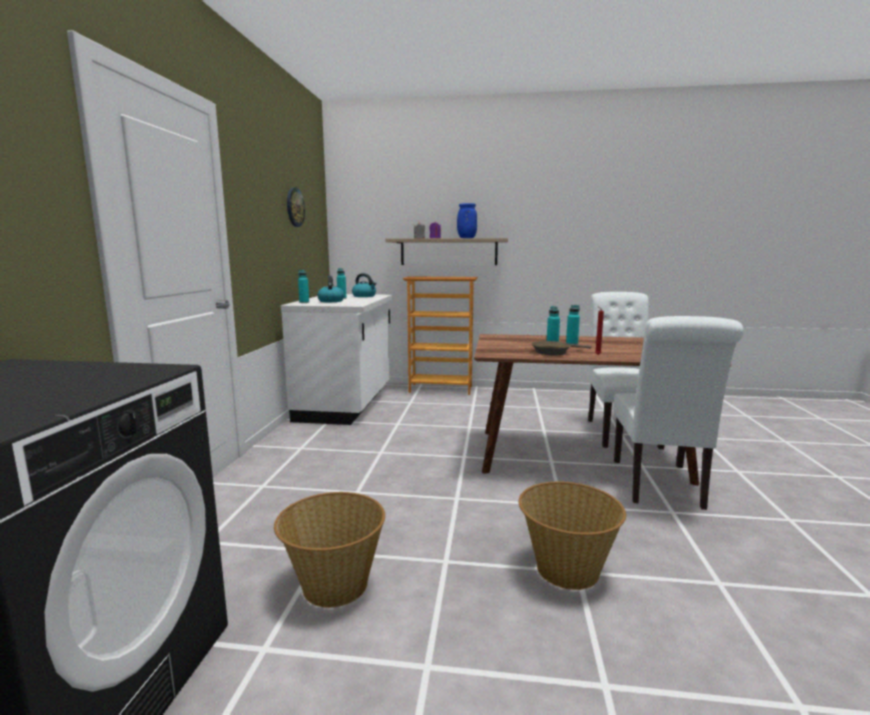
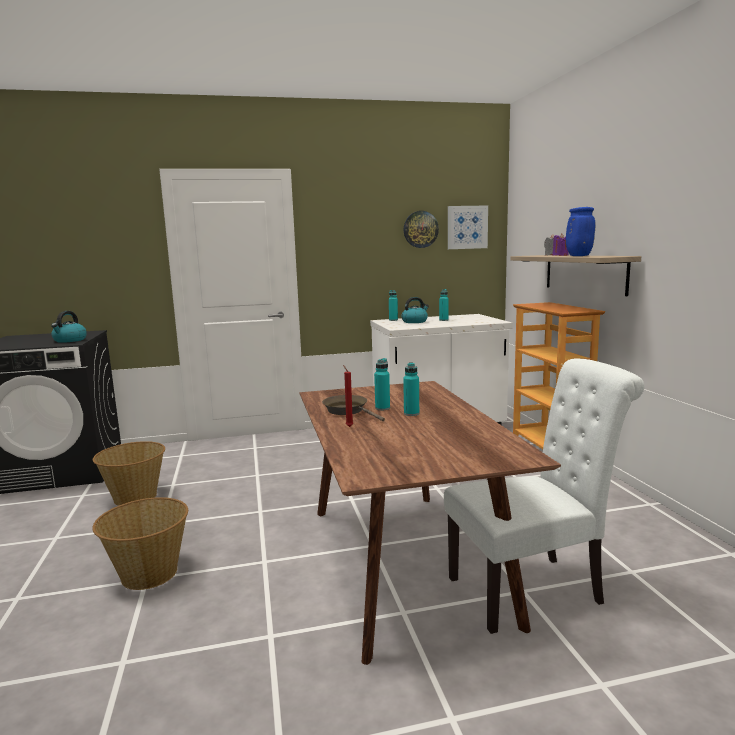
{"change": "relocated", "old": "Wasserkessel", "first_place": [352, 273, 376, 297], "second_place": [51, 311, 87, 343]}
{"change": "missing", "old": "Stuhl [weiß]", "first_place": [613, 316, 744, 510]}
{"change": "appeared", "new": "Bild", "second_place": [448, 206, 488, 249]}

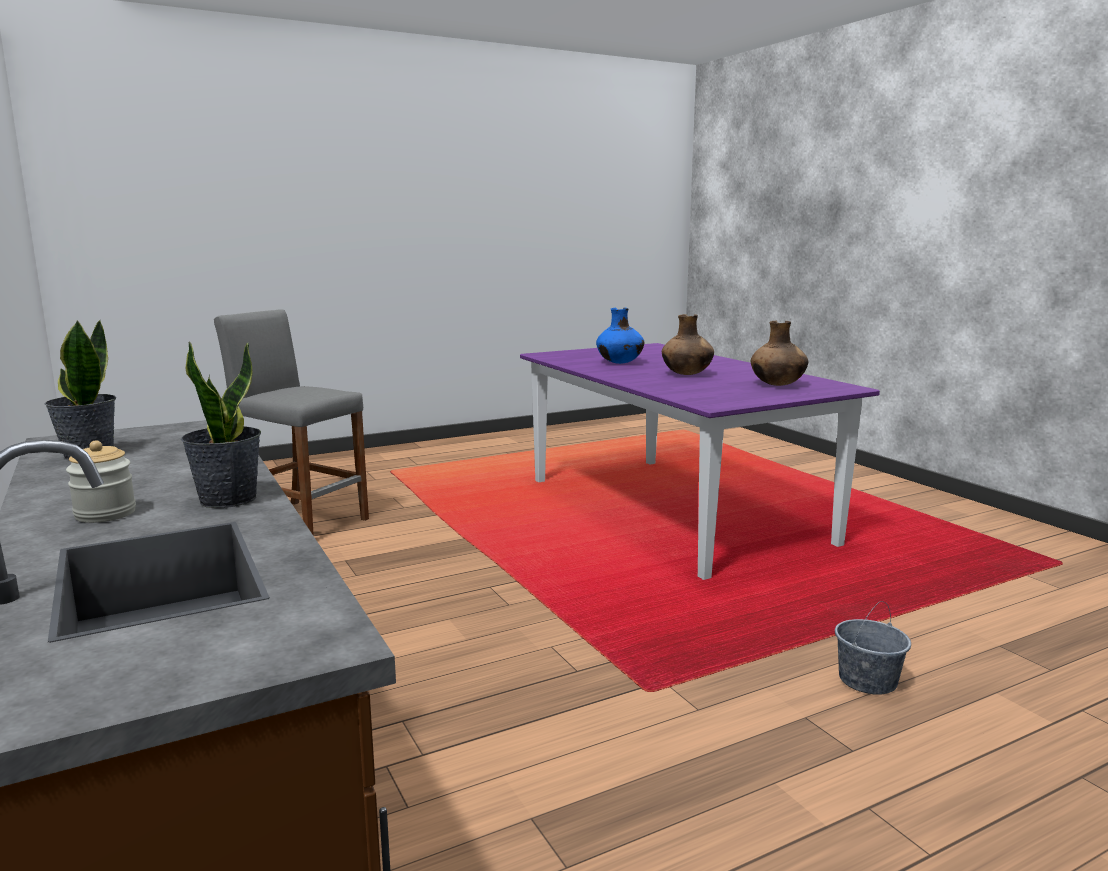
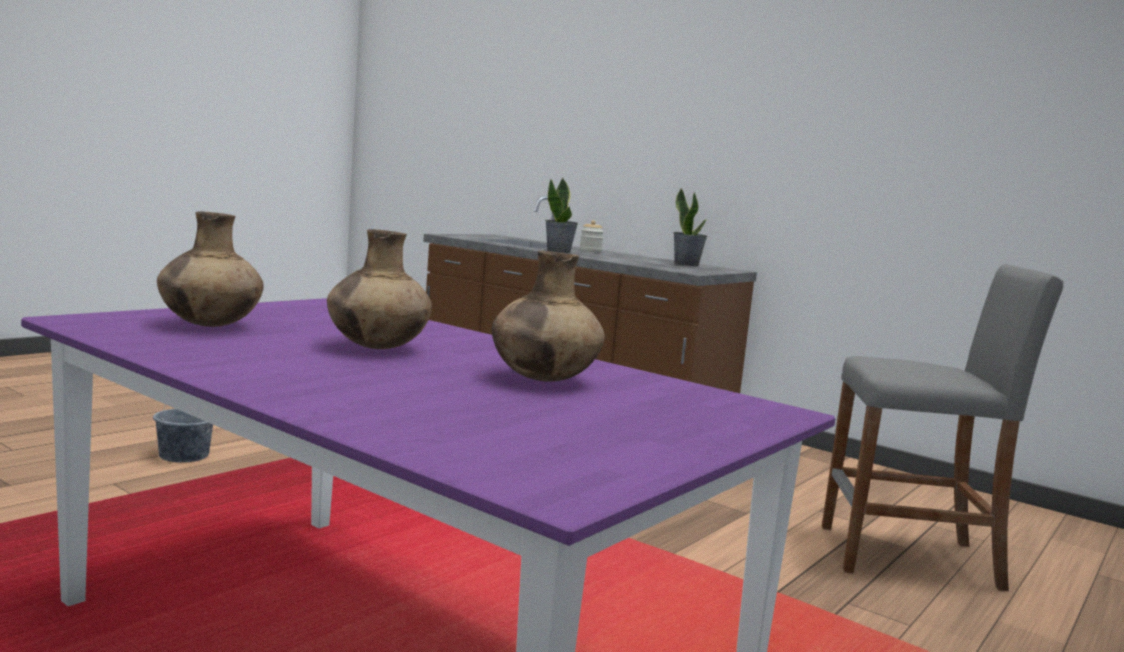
{"change": "colour", "old": "Vase [blau]", "new": "Vase [braun]", "first_place": [596, 307, 644, 364], "second_place": [492, 251, 605, 382]}

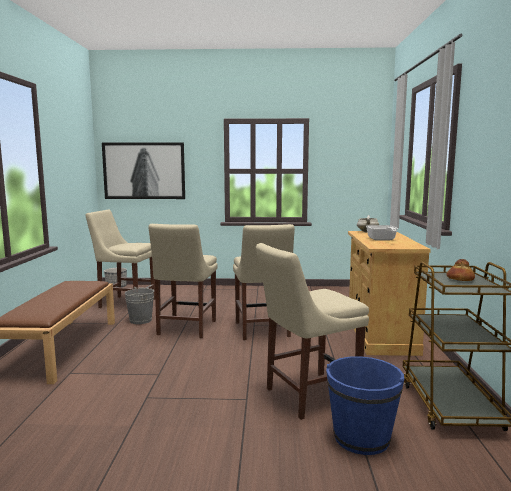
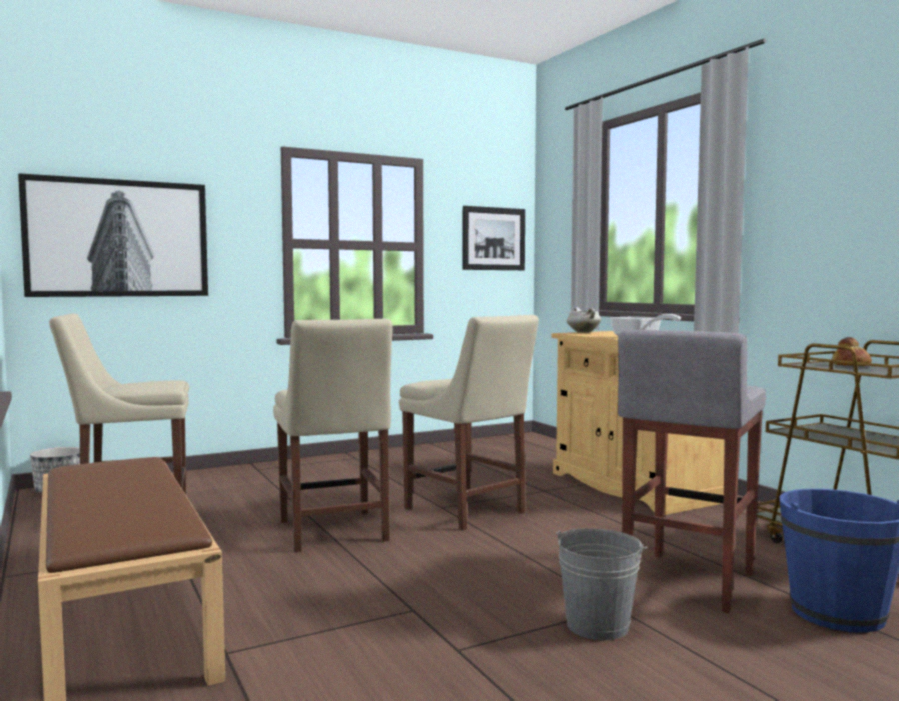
{"change": "exchanged", "old": "Stuhl [beige]", "new": "Hocker [grau]", "first_place": [256, 243, 369, 420], "second_place": [618, 330, 766, 613]}
{"change": "relocated", "old": "Eimer [grau]", "first_place": [125, 287, 154, 324], "second_place": [556, 528, 648, 640]}
{"change": "appeared", "new": "Bild", "second_place": [463, 206, 525, 270]}

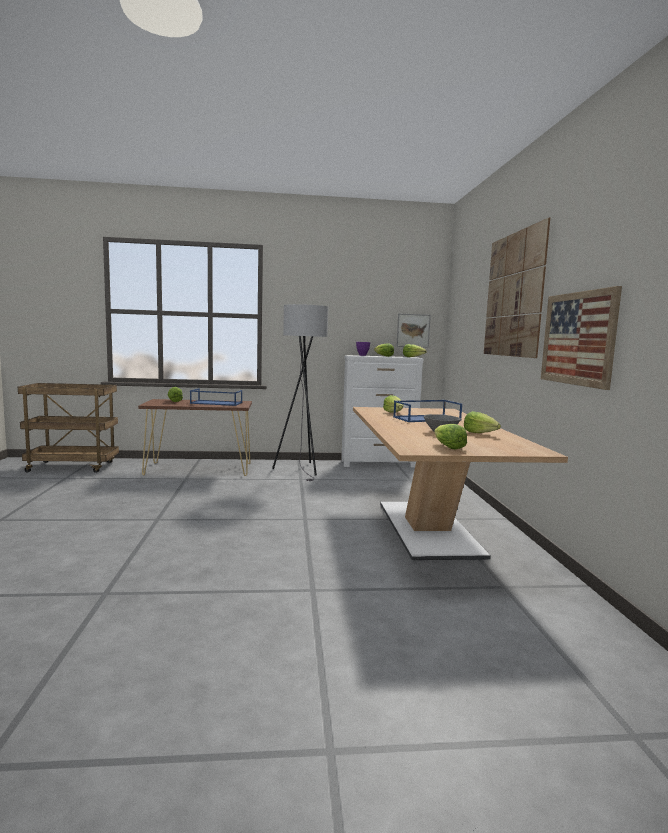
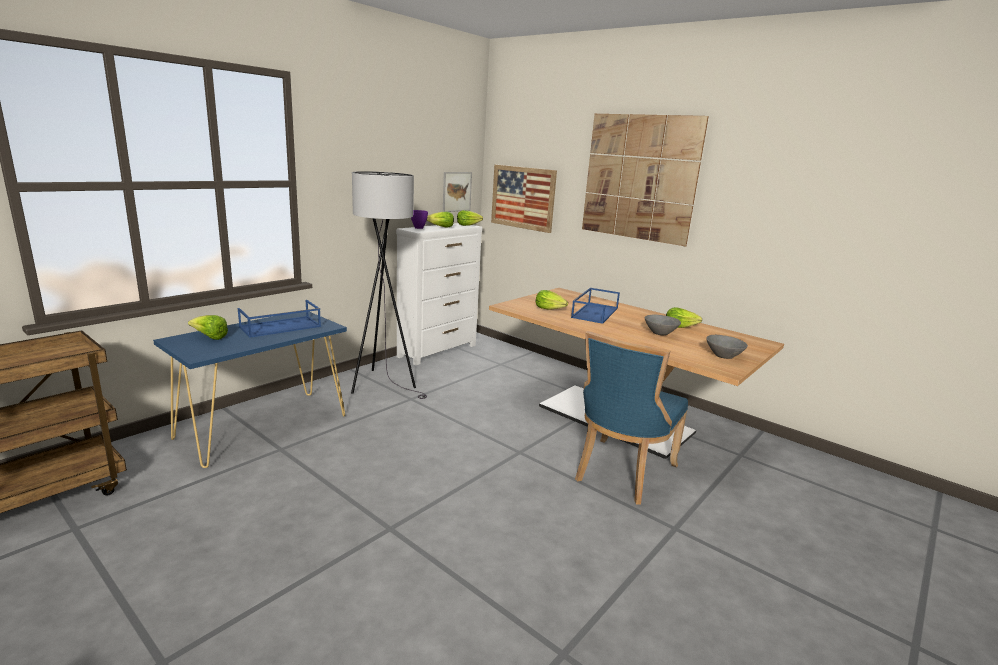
{"change": "relocated", "old": "Bild", "first_place": [541, 286, 622, 390], "second_place": [491, 165, 557, 233]}
{"change": "colour", "old": "Konsolentisch [braun]", "new": "Konsolentisch [blau]", "first_place": [138, 399, 252, 476], "second_place": [153, 312, 347, 468]}
{"change": "exchanged", "old": "Salatkopf", "new": "Schüssel [grau]", "first_place": [434, 424, 467, 449], "second_place": [706, 335, 748, 359]}
{"change": "appeared", "new": "Stuhl [blau]", "second_place": [575, 331, 688, 504]}

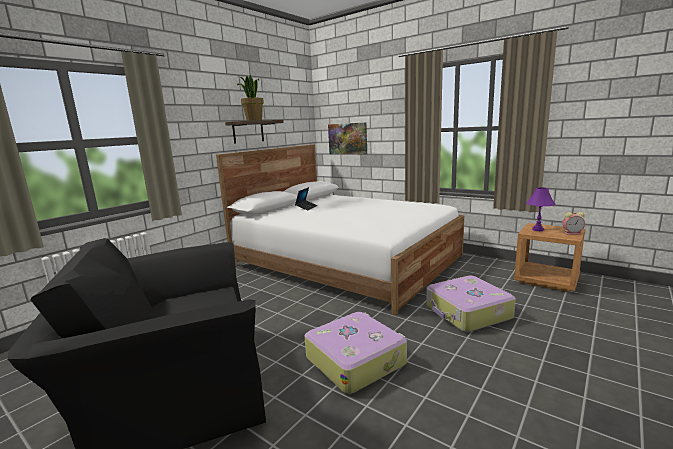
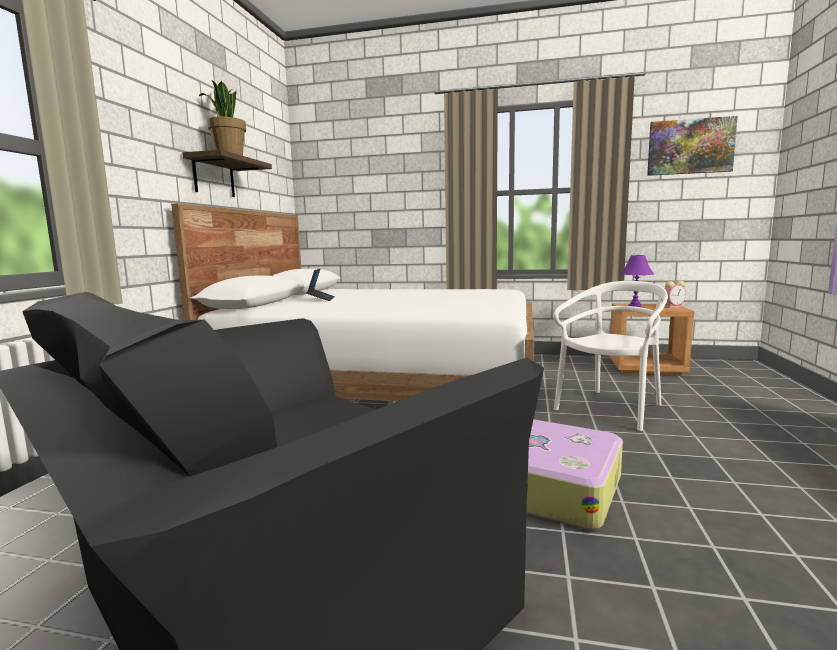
{"change": "relocated", "old": "Bild", "first_place": [328, 122, 367, 154], "second_place": [647, 116, 738, 176]}
{"change": "exchanged", "old": "Koffer", "new": "Stuhl [weiß]", "first_place": [426, 275, 516, 332], "second_place": [554, 281, 668, 431]}

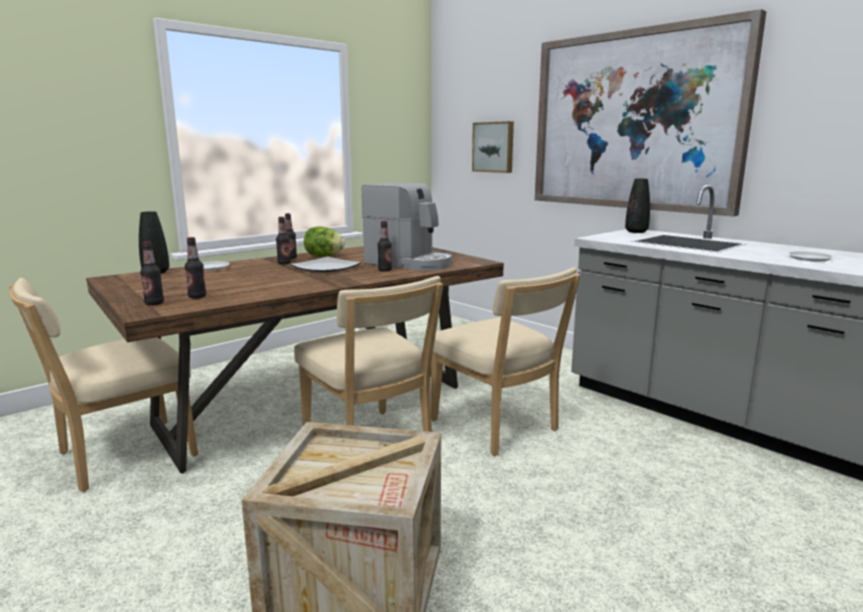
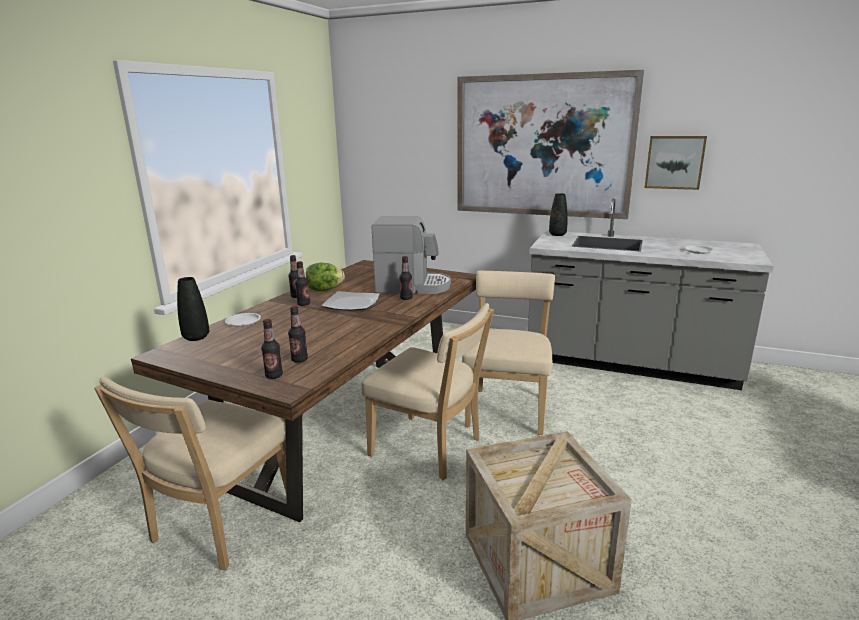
{"change": "relocated", "old": "Bild", "first_place": [472, 121, 514, 173], "second_place": [645, 136, 707, 190]}
{"change": "spun", "old": "Stuhl [beige]", "first_place": [431, 267, 581, 456], "second_place": [462, 271, 555, 435], "degrees": -105}

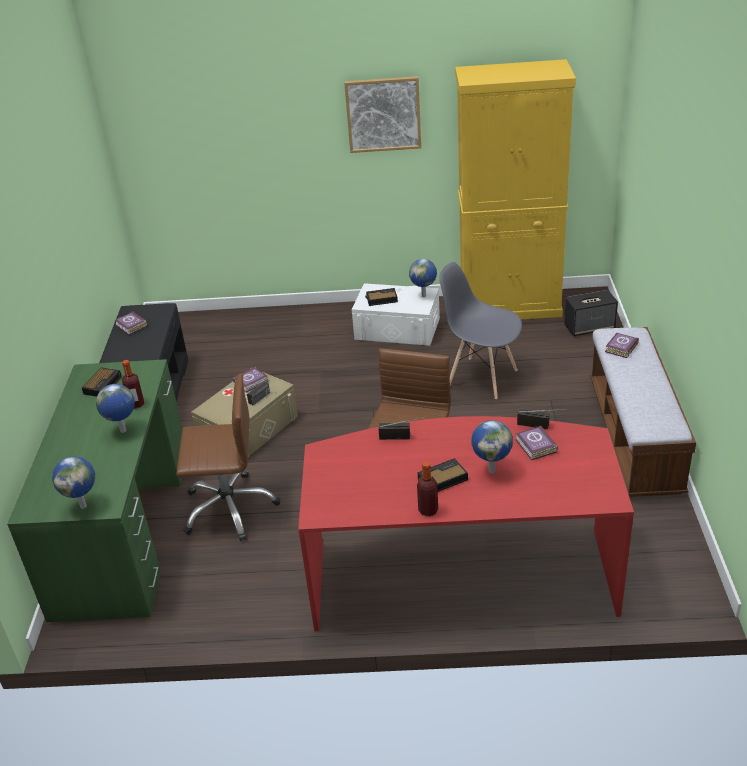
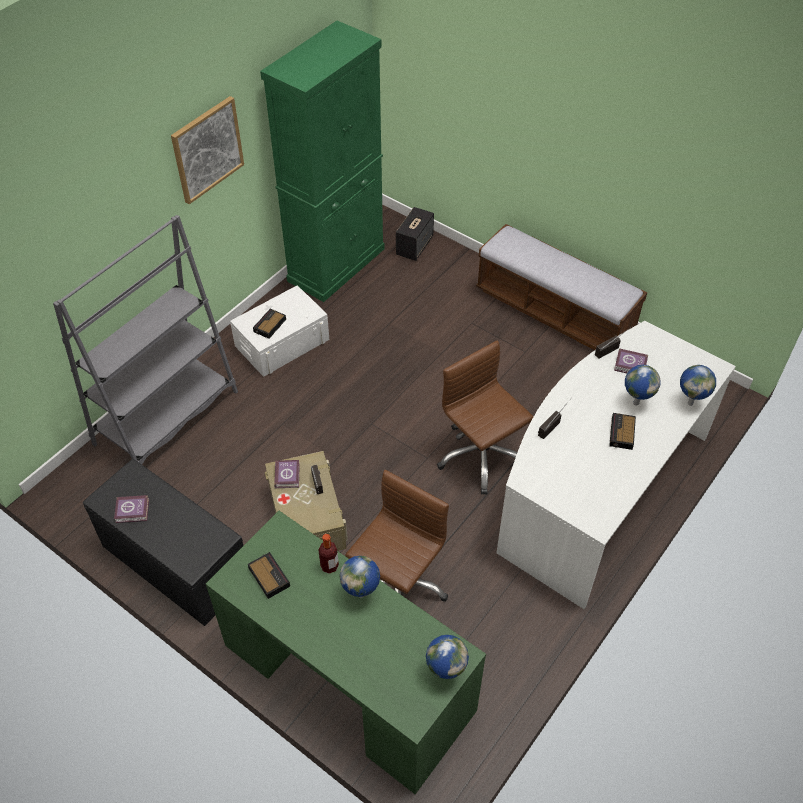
{"change": "colour", "old": "Schrank [gelb]", "new": "Schrank [grün]", "first_place": [455, 59, 576, 319], "second_place": [260, 21, 385, 302]}
{"change": "relocated", "old": "Globus", "first_place": [409, 259, 437, 297], "second_place": [680, 365, 716, 406]}
{"change": "missing", "old": "Stuhl [grau]", "first_place": [439, 262, 522, 399]}
{"change": "missing", "old": "Buch", "first_place": [605, 333, 639, 358]}
{"change": "colour", "old": "Schreibtisch [rot]", "new": "Schreibtisch [weiß]", "first_place": [298, 416, 634, 632], "second_place": [496, 321, 736, 609]}
{"change": "missing", "old": "Flasche", "first_place": [417, 461, 438, 517]}
{"change": "appeared", "new": "Bücherregal [grau]", "second_place": [53, 215, 238, 464]}

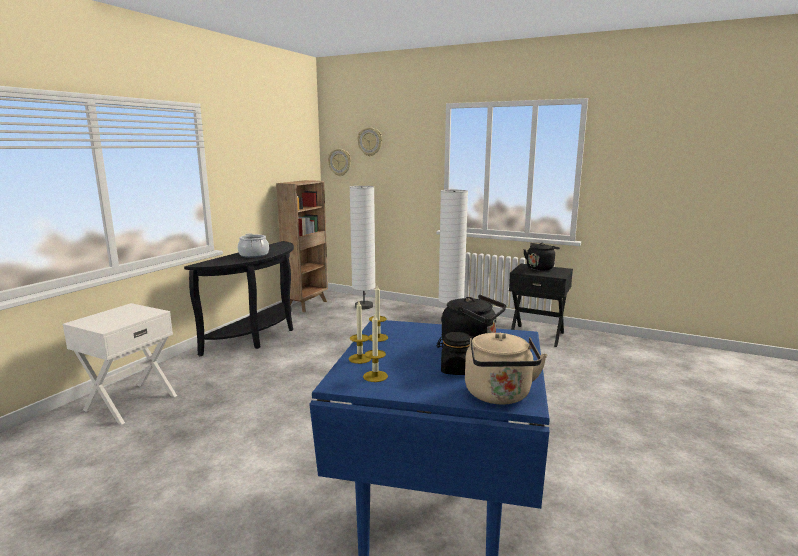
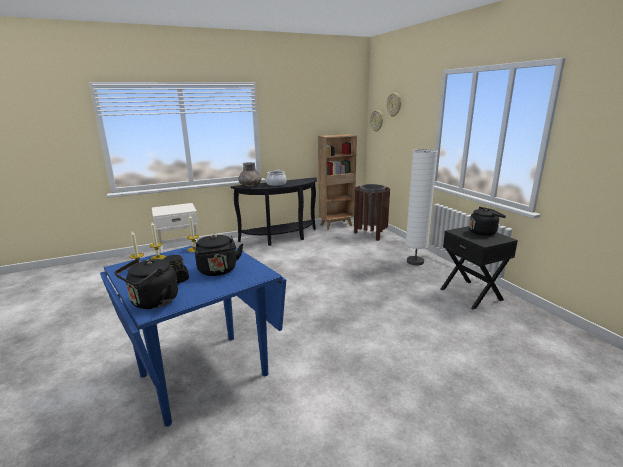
{"change": "exchanged", "old": "Stehlampe [weiß]", "new": "Mülleimer [braun]", "first_place": [350, 186, 375, 309], "second_place": [354, 184, 390, 241]}
{"change": "colour", "old": "Wasserkessel [beige]", "new": "Wasserkessel [schwarz]", "first_place": [465, 333, 547, 404], "second_place": [115, 258, 178, 309]}
{"change": "appeared", "new": "Vase [grau]", "second_place": [238, 162, 262, 187]}

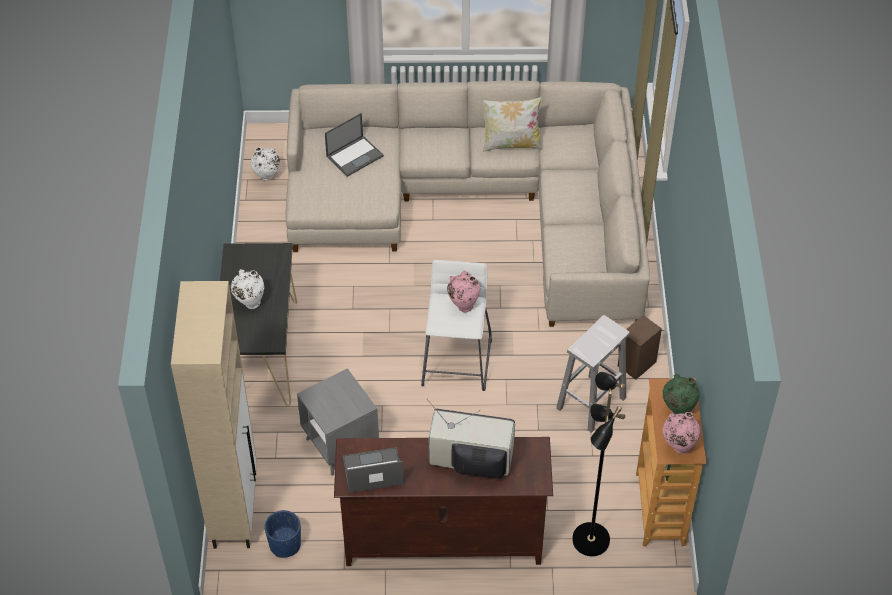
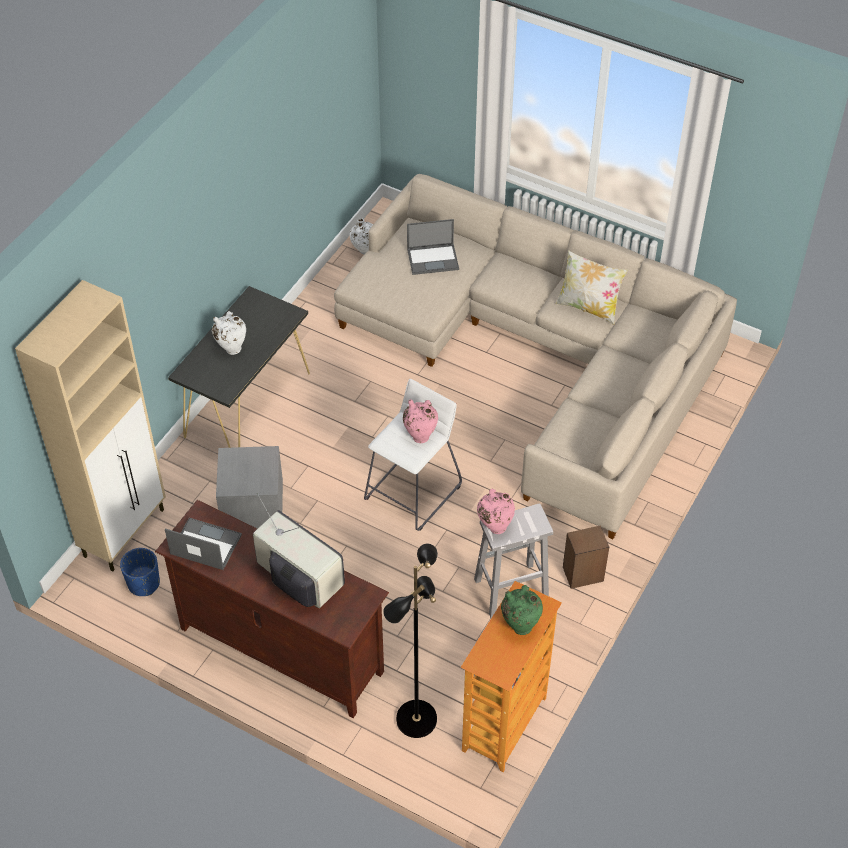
{"change": "relocated", "old": "Vase [rosa]", "first_place": [662, 412, 701, 454], "second_place": [477, 489, 515, 534]}

